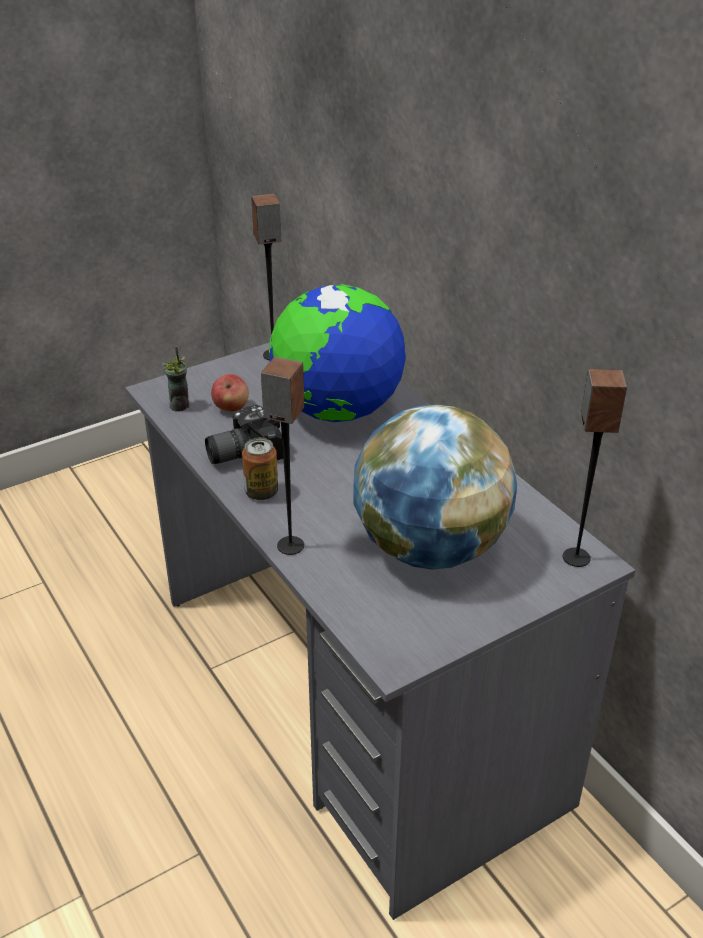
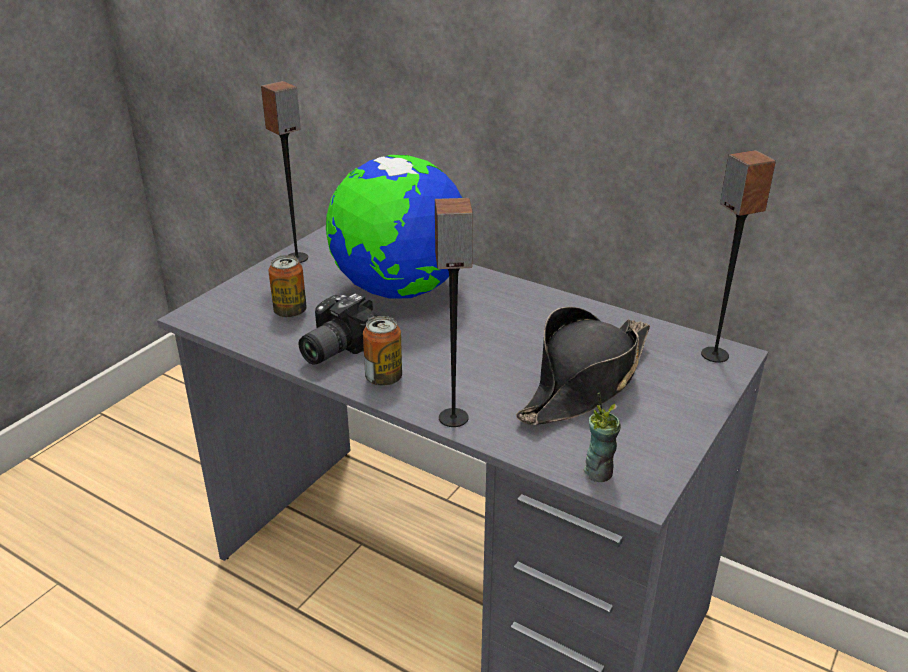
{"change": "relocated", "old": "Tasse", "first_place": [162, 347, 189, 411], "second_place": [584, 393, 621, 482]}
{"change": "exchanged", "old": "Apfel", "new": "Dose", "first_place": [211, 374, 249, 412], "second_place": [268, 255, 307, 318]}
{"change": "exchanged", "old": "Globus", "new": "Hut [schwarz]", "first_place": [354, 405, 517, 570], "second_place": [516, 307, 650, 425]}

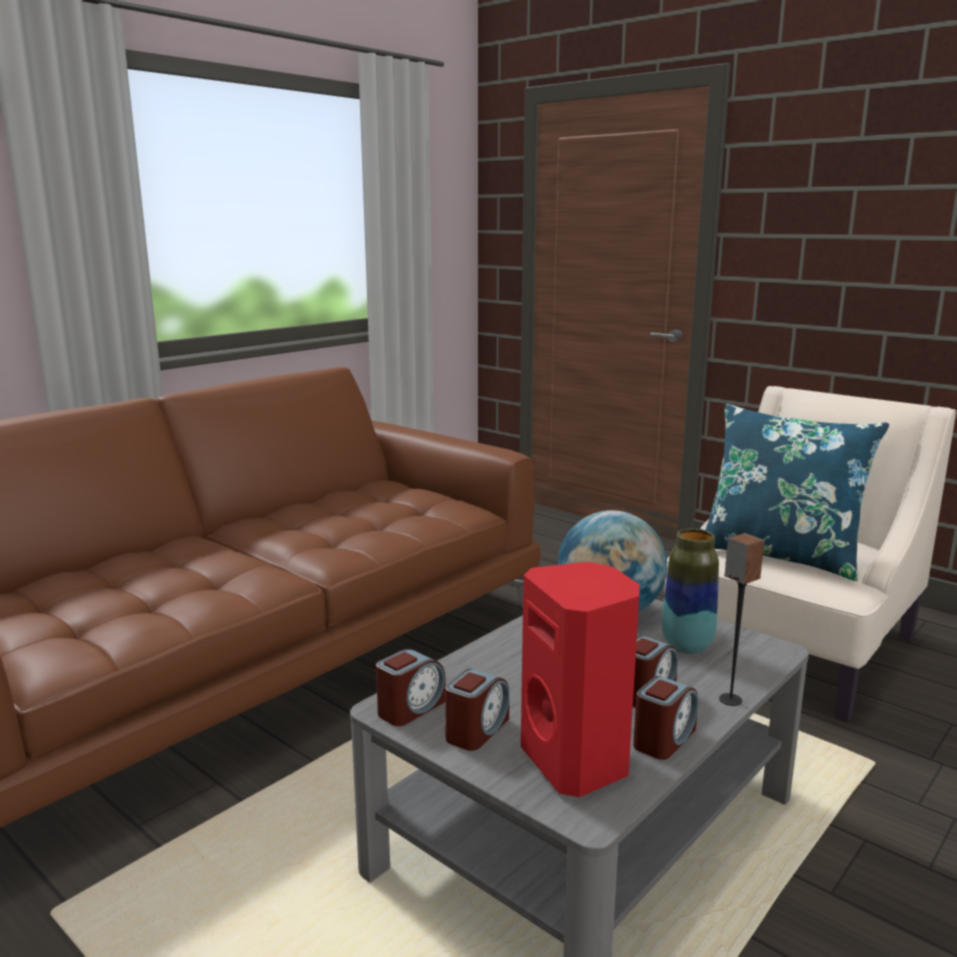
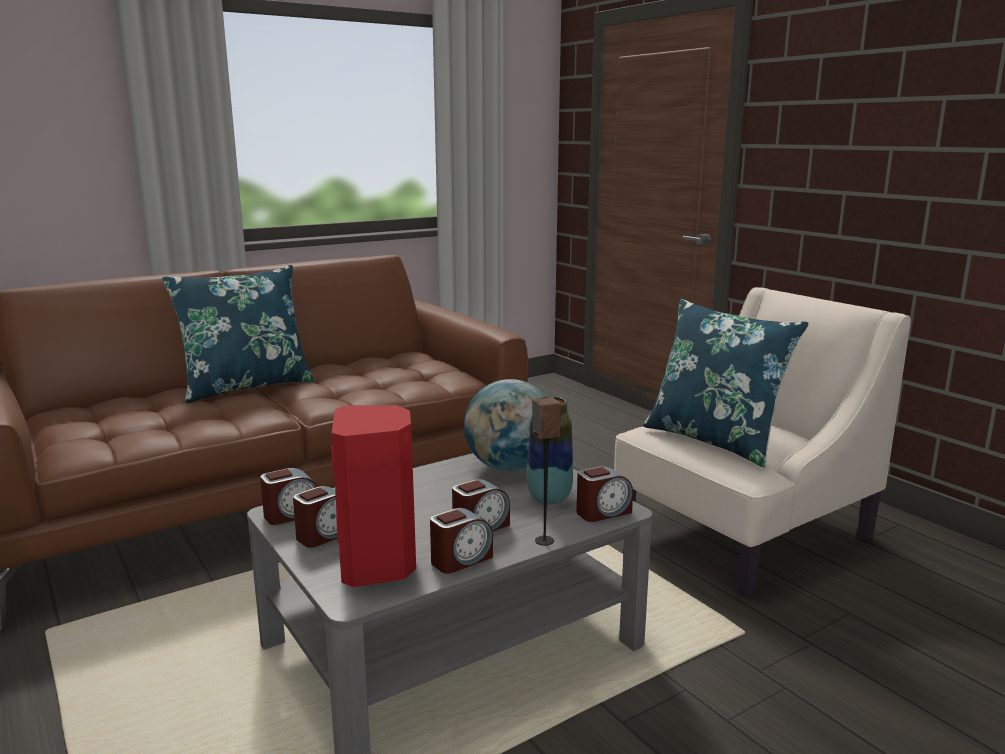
{"change": "appeared", "new": "Kissen [blau]", "second_place": [162, 265, 315, 403]}
{"change": "appeared", "new": "Wecker", "second_place": [577, 466, 633, 522]}

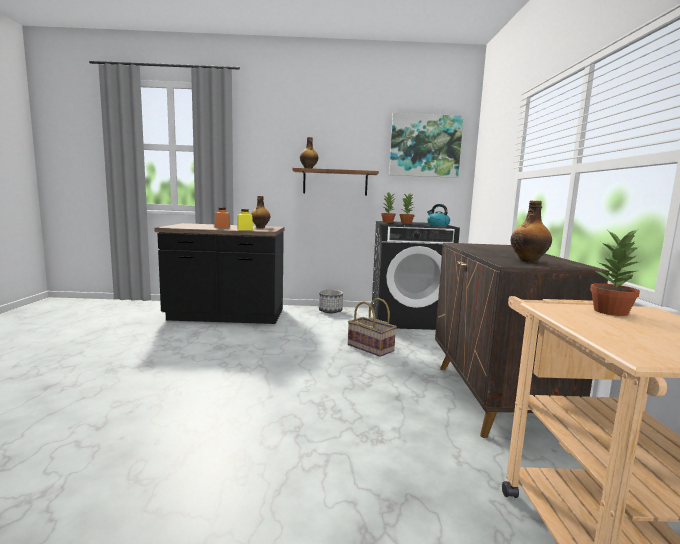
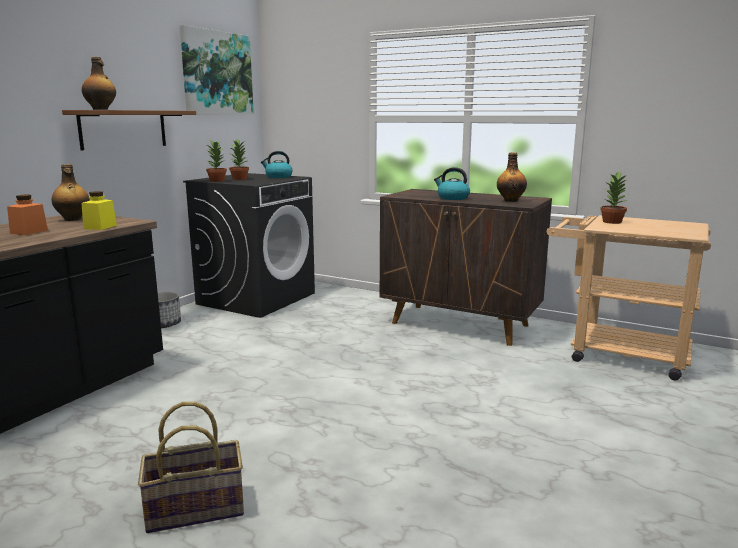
{"change": "relocated", "old": "Korb", "first_place": [348, 298, 397, 357], "second_place": [138, 402, 244, 533]}
{"change": "appeared", "new": "Wasserkessel", "second_place": [434, 167, 470, 200]}

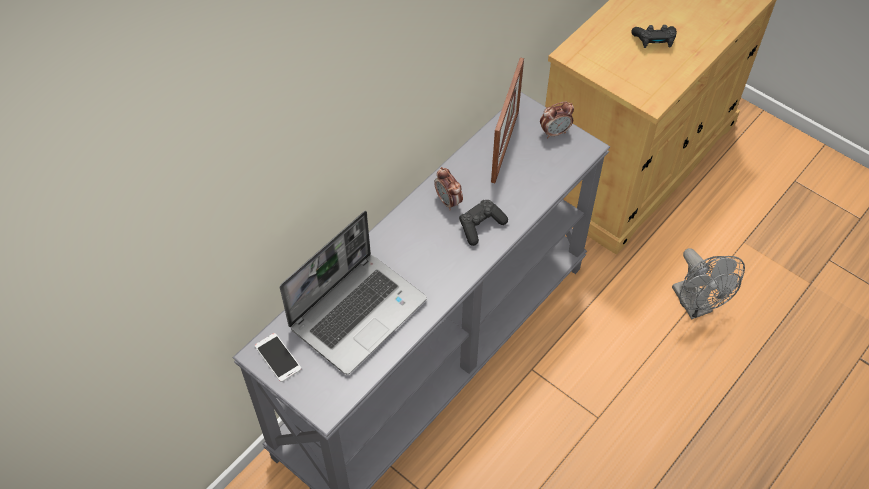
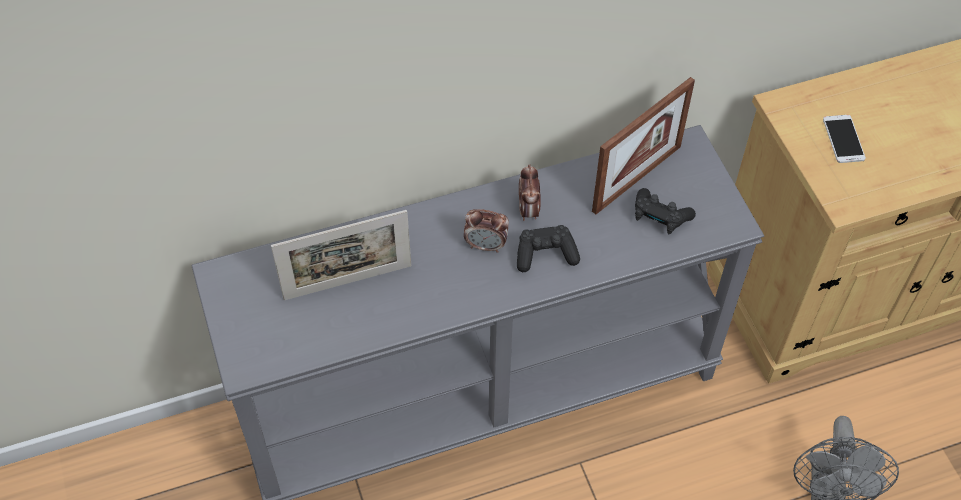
{"change": "relocated", "old": "Gamepad [schwarz]", "first_place": [631, 25, 677, 48], "second_place": [635, 188, 696, 234]}
{"change": "relocated", "old": "Wecker", "first_place": [540, 102, 574, 138], "second_place": [464, 209, 509, 253]}
{"change": "exchanged", "old": "Laptop", "new": "Bilderrahmen", "first_place": [280, 211, 427, 374], "second_place": [271, 210, 411, 300]}
{"change": "relocated", "old": "Handy", "first_place": [255, 333, 301, 382], "second_place": [823, 115, 866, 163]}

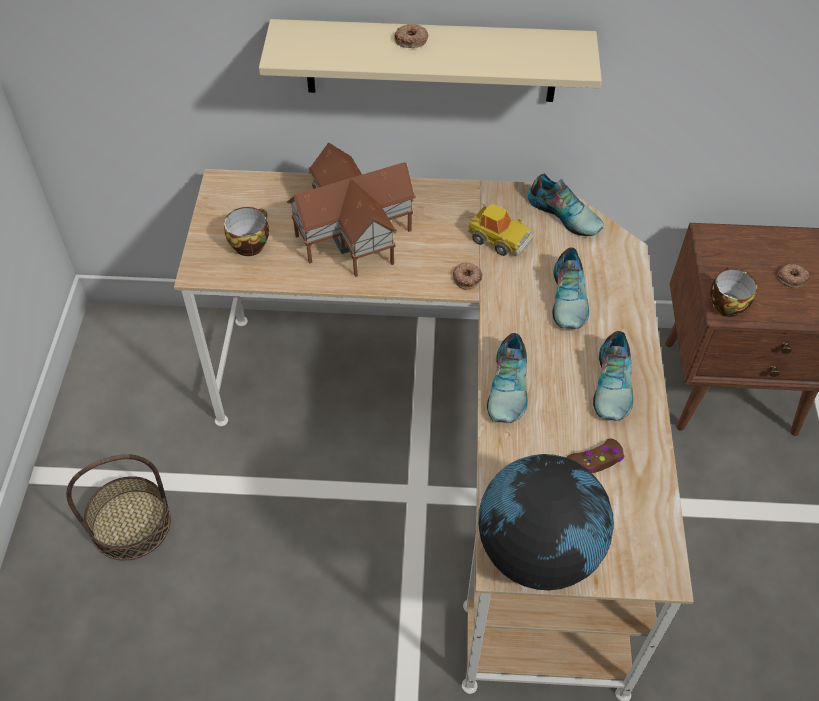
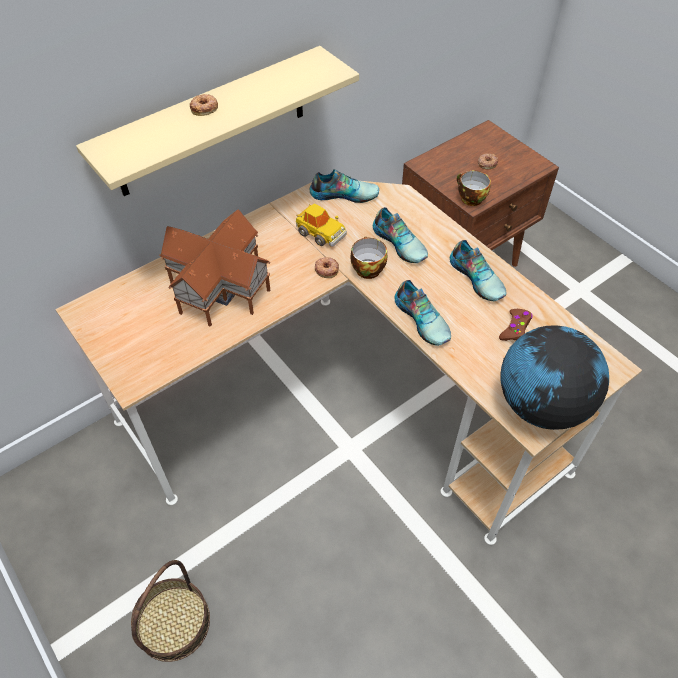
{"change": "spun", "old": "Spielzeugauto", "first_place": [468, 204, 533, 256], "second_place": [296, 203, 347, 247], "degrees": 45}
{"change": "relocated", "old": "Tasse", "first_place": [224, 207, 269, 256], "second_place": [351, 237, 387, 279]}

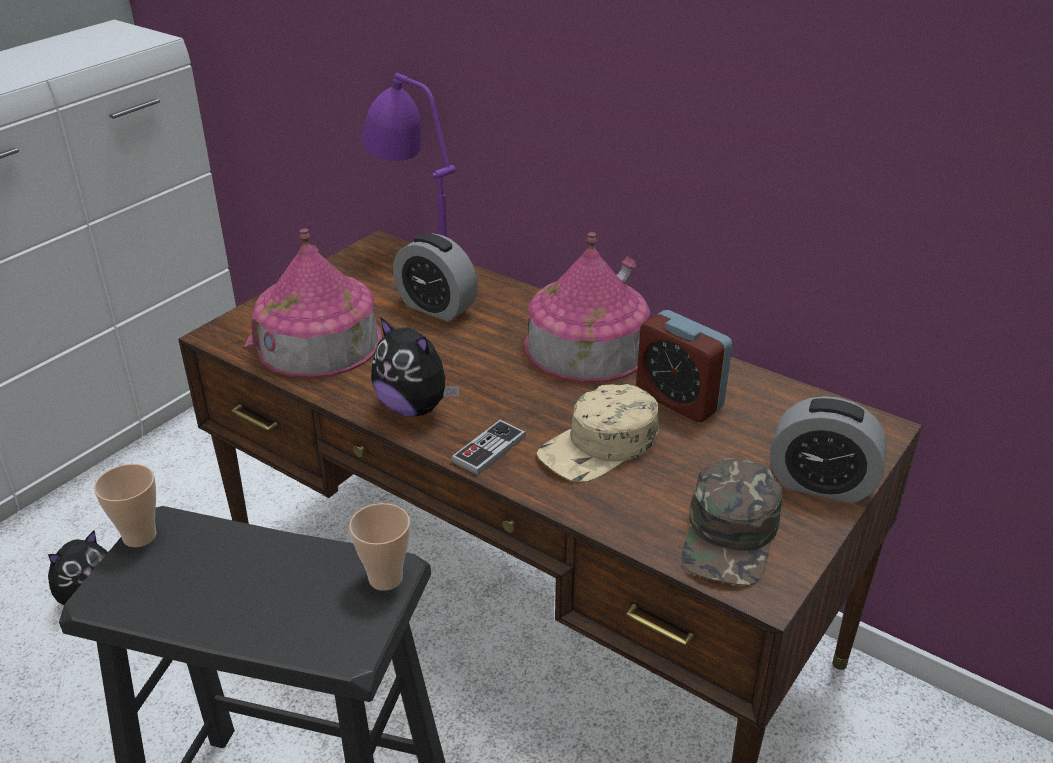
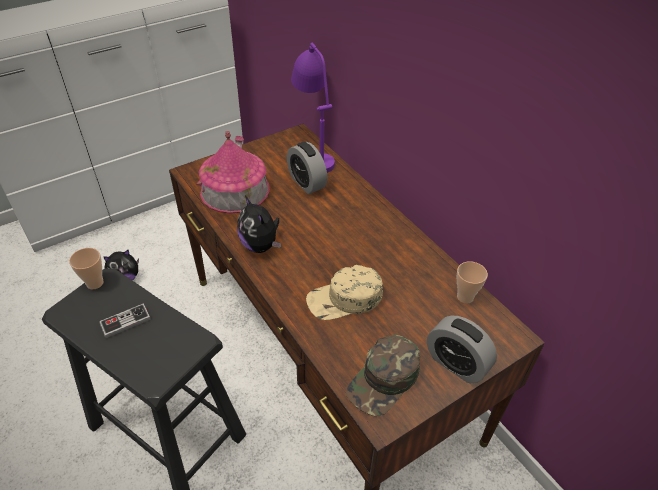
{"change": "missing", "old": "Spielzeughaus", "first_place": [525, 232, 650, 383]}
{"change": "missing", "old": "Wecker", "first_place": [636, 310, 733, 422]}
{"change": "relocated", "old": "Gamepad", "first_place": [451, 420, 526, 475], "second_place": [99, 303, 151, 338]}
{"change": "relocated", "old": "Tasse", "first_place": [349, 503, 410, 591], "second_place": [457, 261, 488, 303]}

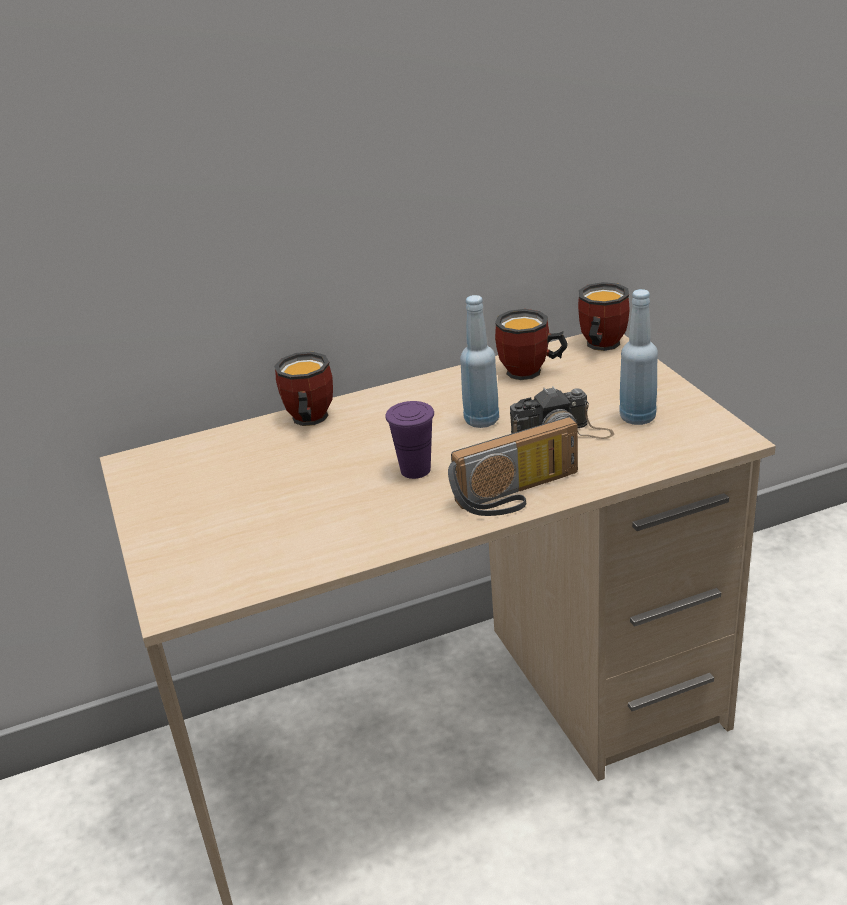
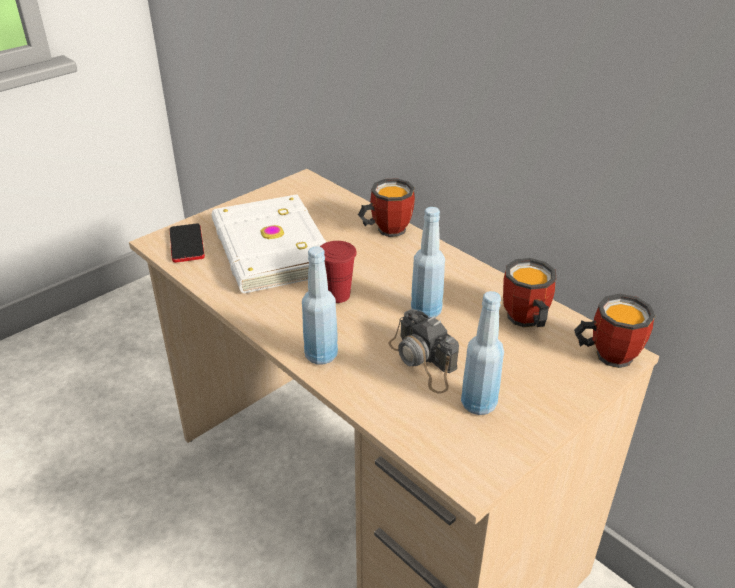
{"change": "colour", "old": "Tasse [lila]", "new": "Tasse [rot]", "first_place": [385, 401, 434, 479], "second_place": [320, 241, 357, 303]}
{"change": "exchanged", "old": "Radio", "new": "Flasche [blau]", "first_place": [448, 417, 578, 516], "second_place": [302, 246, 338, 365]}
{"change": "appeared", "new": "Buch [weiß]", "second_place": [212, 194, 327, 293]}
{"change": "appeared", "new": "Handy", "second_place": [170, 223, 205, 263]}

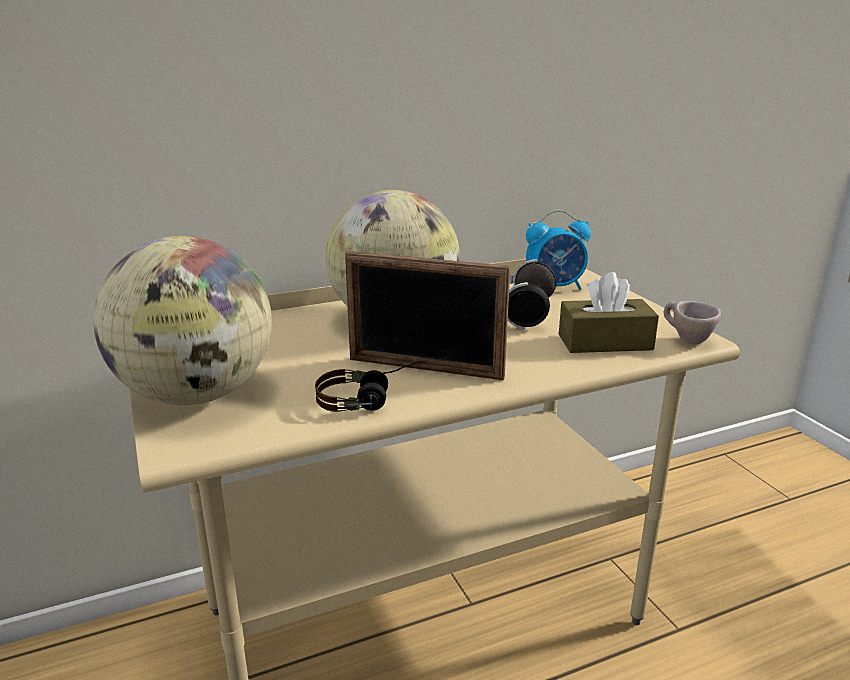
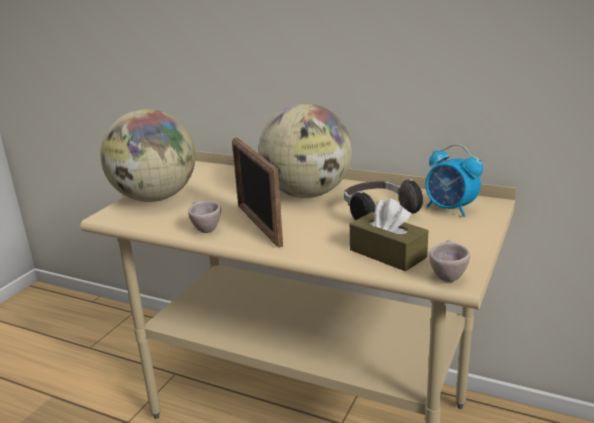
{"change": "exchanged", "old": "Kopfhörer", "new": "Tasse [beige]", "first_place": [315, 361, 426, 412], "second_place": [188, 201, 221, 233]}

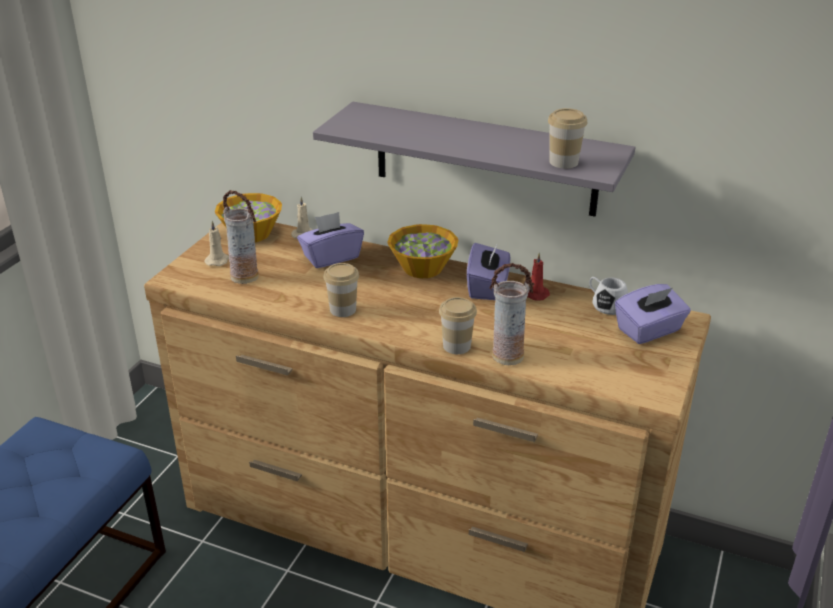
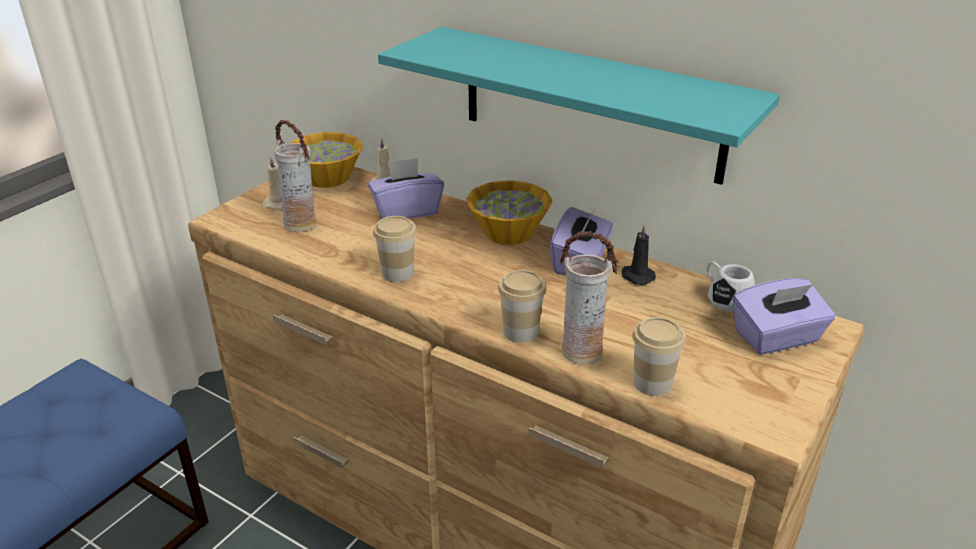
{"change": "colour", "old": "Wandregal [grau]", "new": "Wandregal [türkis]", "first_place": [313, 102, 635, 217], "second_place": [378, 27, 780, 185]}
{"change": "relocated", "old": "Tasse", "first_place": [548, 108, 587, 168], "second_place": [632, 317, 686, 396]}
{"change": "colour", "old": "Kerze [rot]", "new": "Kerze [schwarz]", "first_place": [527, 253, 550, 301], "second_place": [622, 225, 656, 285]}

